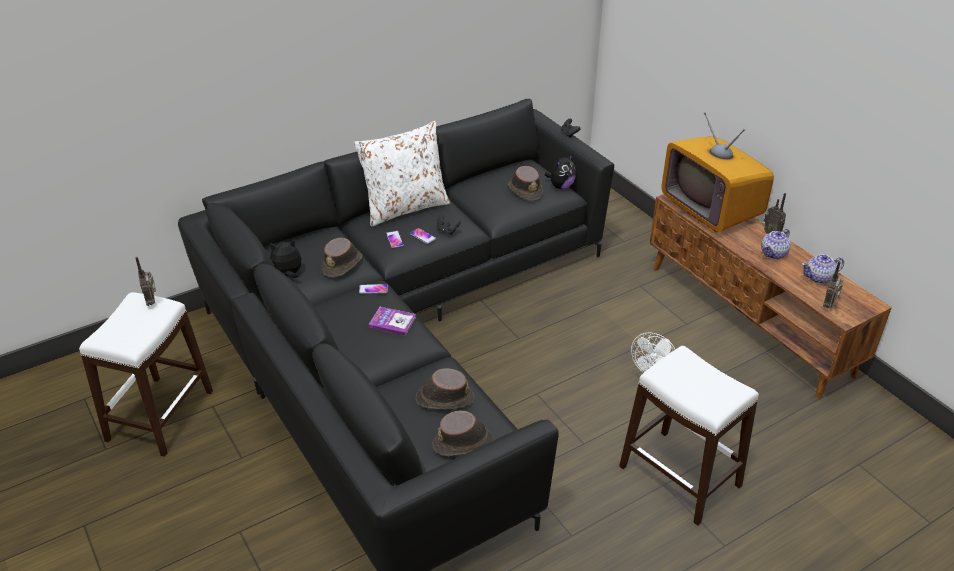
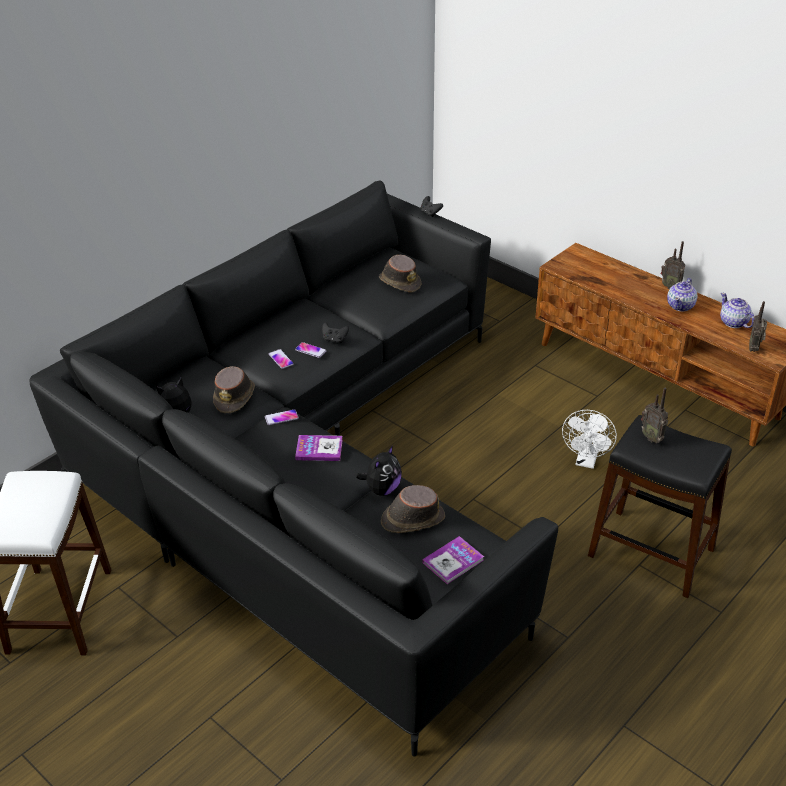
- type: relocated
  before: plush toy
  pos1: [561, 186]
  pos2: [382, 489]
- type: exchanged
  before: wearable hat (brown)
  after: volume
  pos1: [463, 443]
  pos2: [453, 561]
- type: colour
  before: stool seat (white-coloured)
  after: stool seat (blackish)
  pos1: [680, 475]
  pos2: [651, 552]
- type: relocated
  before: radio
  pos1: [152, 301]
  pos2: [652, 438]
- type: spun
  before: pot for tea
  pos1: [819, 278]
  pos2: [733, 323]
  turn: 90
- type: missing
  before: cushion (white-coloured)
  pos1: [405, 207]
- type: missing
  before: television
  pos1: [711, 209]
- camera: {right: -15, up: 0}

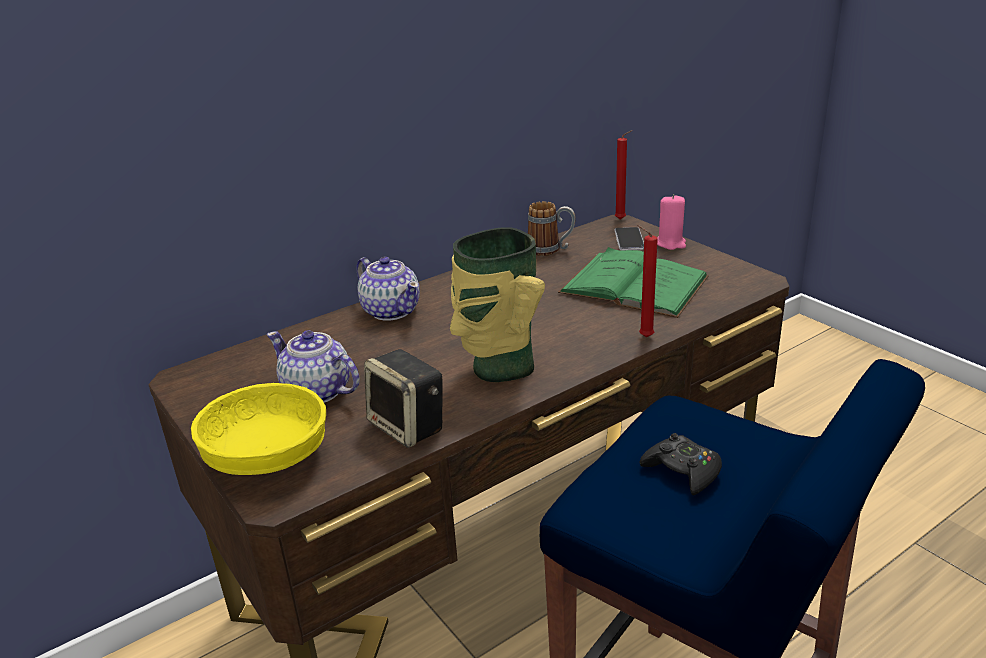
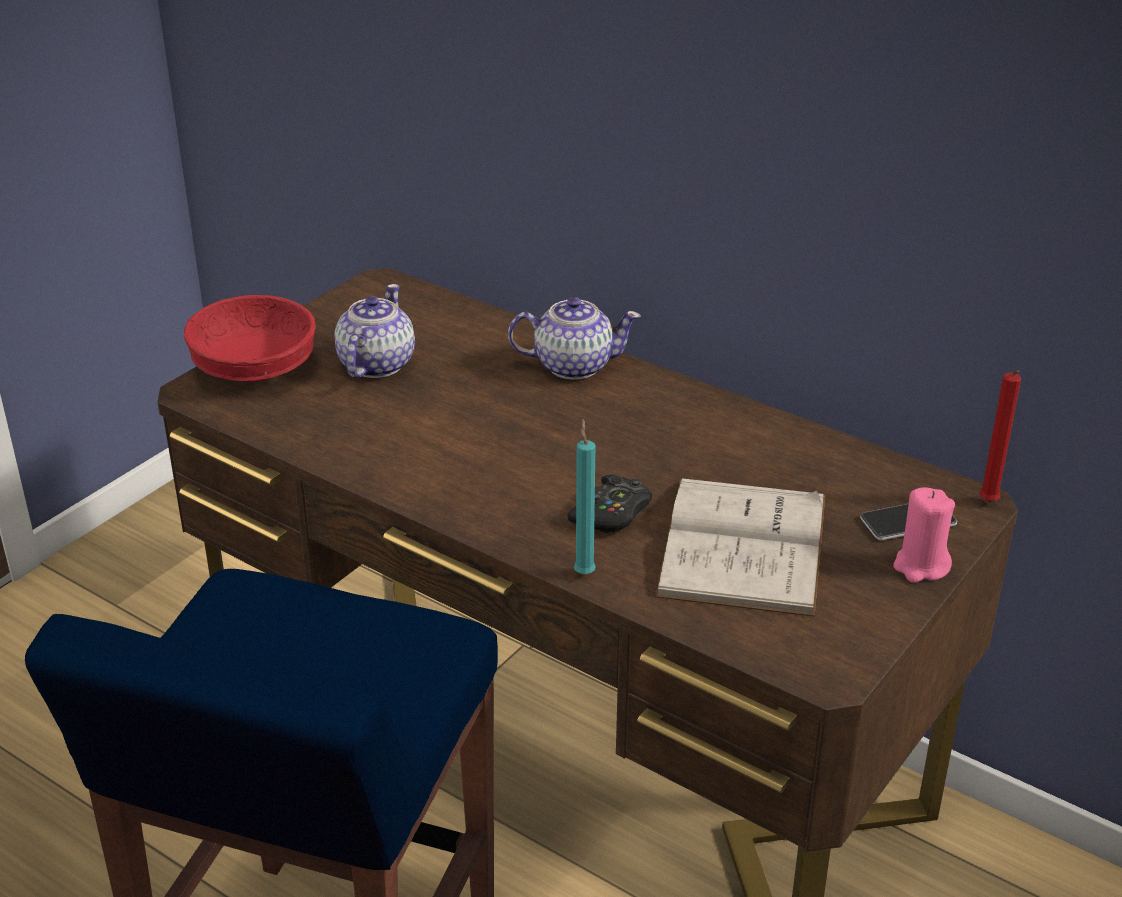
- type: colour
  before: bowl (yellow)
  after: bowl (red-coloured)
  pos1: [267, 459]
  pos2: [253, 370]
- type: spun
  before: pot for tea
  pos1: [391, 310]
  pos2: [572, 365]
  turn: -120
- type: relocated
  before: gamepad (blackish)
  pos1: [682, 471]
  pos2: [612, 513]
- type: colour
  before: candle (red-coloured)
  after: candle (turquoise)
  pos1: [643, 337]
  pos2: [584, 572]
- type: colour
  before: volume (greenish)
  after: volume (white-coloured)
  pos1: [633, 284]
  pos2: [743, 545]
- type: missing
  before: loudspeaker
  pos1: [409, 427]
- type: missing
  before: decorative vase
  pos1: [499, 367]
- type: missing
  before: mug
  pos1: [551, 250]
- camera: {right: 70, up: 5}

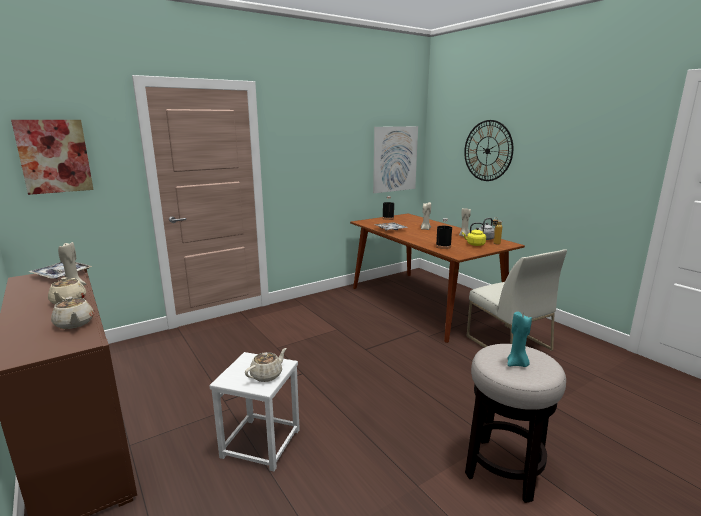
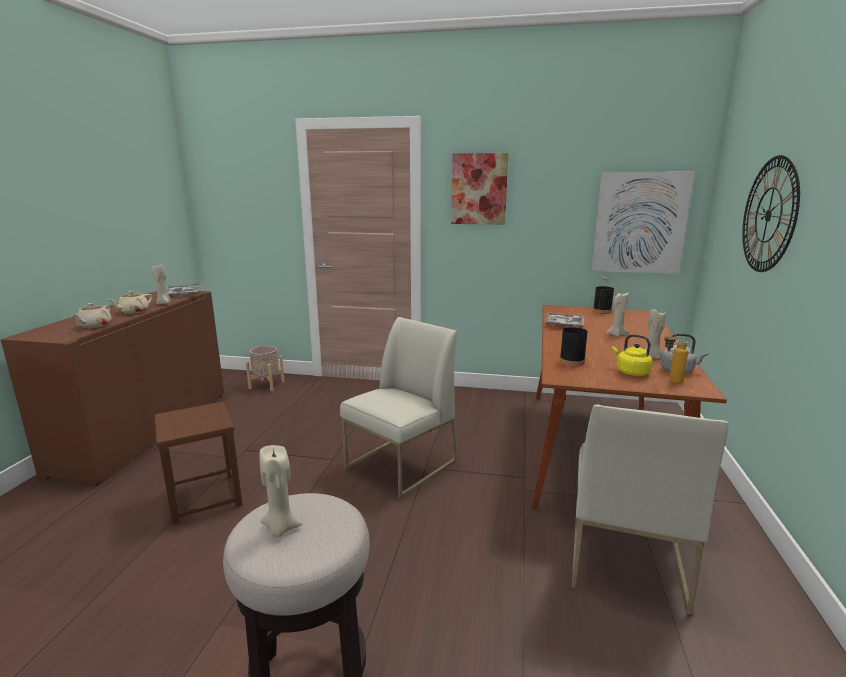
- type: colour
  before: stool seat (white-coloured)
  after: stool seat (brown)
  pos1: [261, 443]
  pos2: [204, 498]
- type: appeared
  after: planter (beige-coloured)
  pos2: [266, 385]
- type: colour
  before: candle (turquoise)
  after: candle (beige-coloured)
  pos1: [517, 364]
  pos2: [280, 528]
- type: appeared
  after: chair (white-coloured)
  pos2: [401, 465]
- type: relocated
  before: wall art
  pos1: [54, 156]
  pos2: [479, 189]
- type: missing
  before: pot for tea (beige-coloured)
  pos1: [267, 375]
- camera: {right: 45, up: 0}

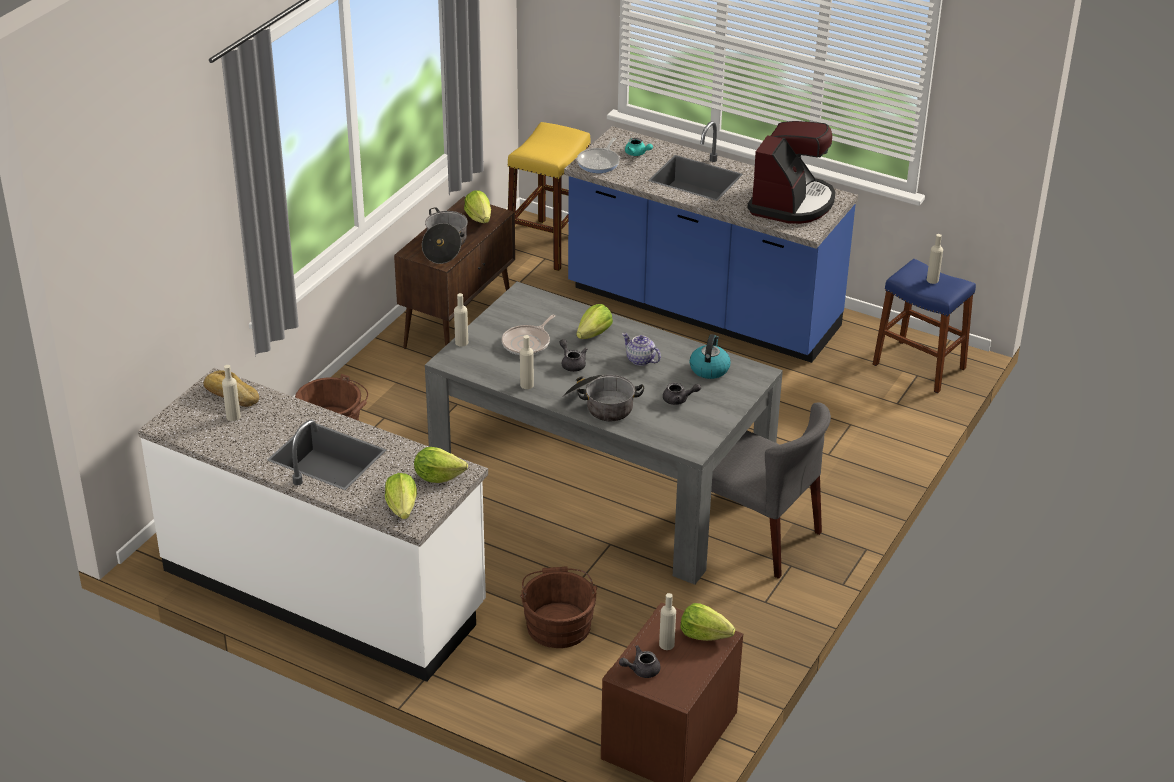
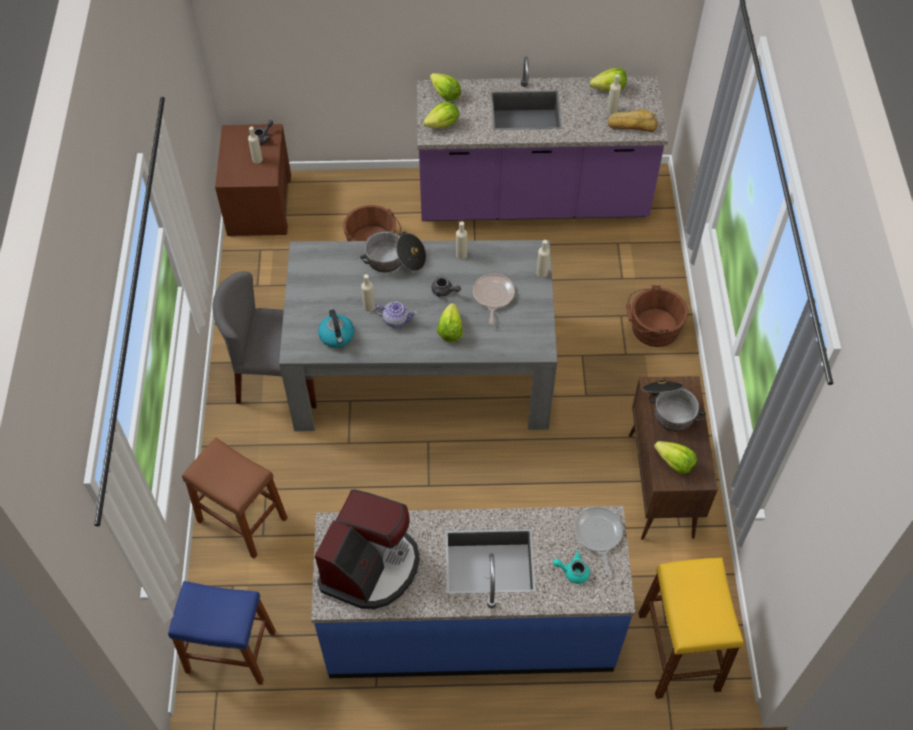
- type: appeared
  after: stool seat (brown)
  pos2: [242, 519]
- type: spun
  before: coffee maker
  pos1: [791, 203]
  pos2: [371, 566]
  turn: -150
- type: relocated
  before: bottle (beige-coloured)
  pos1: [932, 280]
  pos2: [369, 307]
- type: colour
  before: kitchen base unit (white-coloured)
  after: kitchen base unit (purplish)
  pos1: [324, 590]
  pos2: [532, 201]
- type: relocated
  before: head of lettuce
  pos1: [704, 635]
  pos2: [609, 89]
- type: missing
  before: pot for tea (grey)
  pos1: [679, 400]
- camera: {right: 150, up: 20}

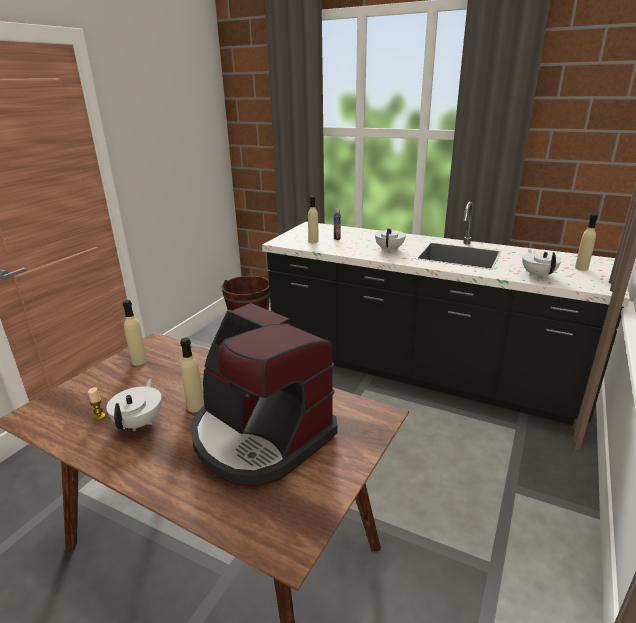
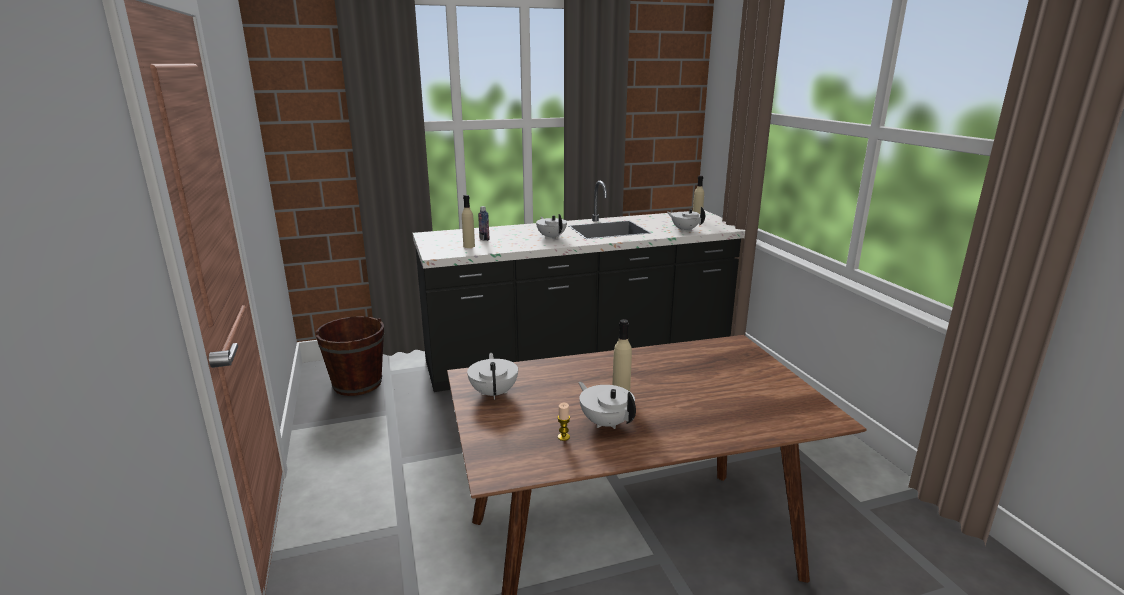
- type: exchanged
  before: bottle (beige-coloured)
  after: pot for tea (white-coloured)
  pos1: [139, 361]
  pos2: [494, 393]
- type: missing
  before: coffee maker
  pos1: [260, 436]
- camera: {right: -45, up: -5}

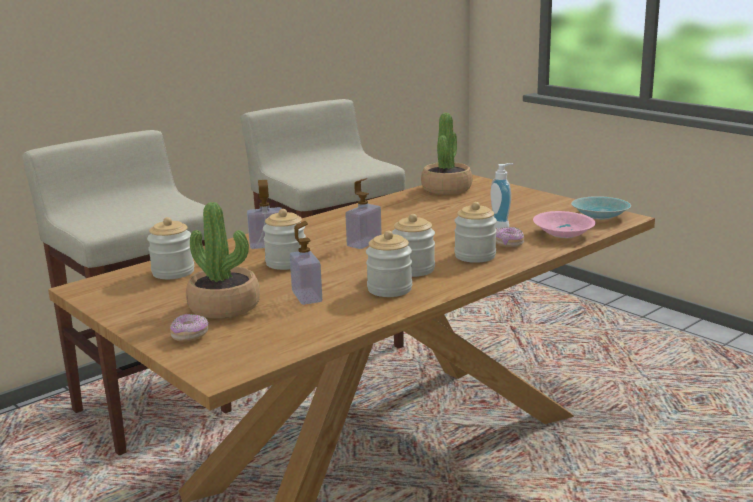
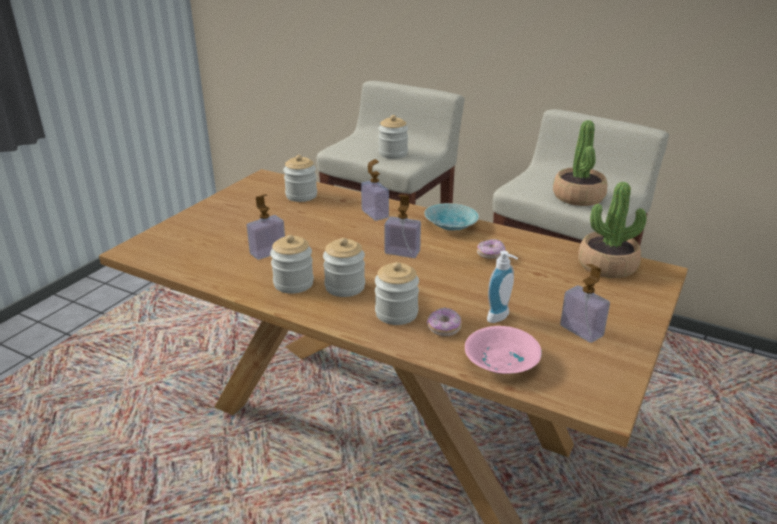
- type: relocated
  before: jar
  pos1: [286, 263]
  pos2: [393, 154]
- type: relocated
  before: bowl (turquoise)
  pos1: [598, 216]
  pos2: [450, 224]
- type: relocated
  before: ring doughnut
  pos1: [190, 336]
  pos2: [490, 255]
- type: relocated
  before: plant in a pot
  pos1: [224, 306]
  pos2: [578, 197]
- type: appeared
  after: soap dispenser
  pos2: [581, 330]
- camera: {right: 70, up: 10}

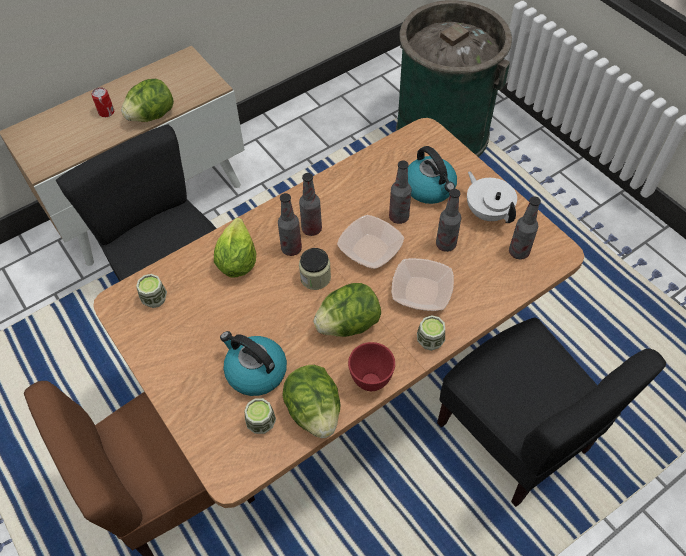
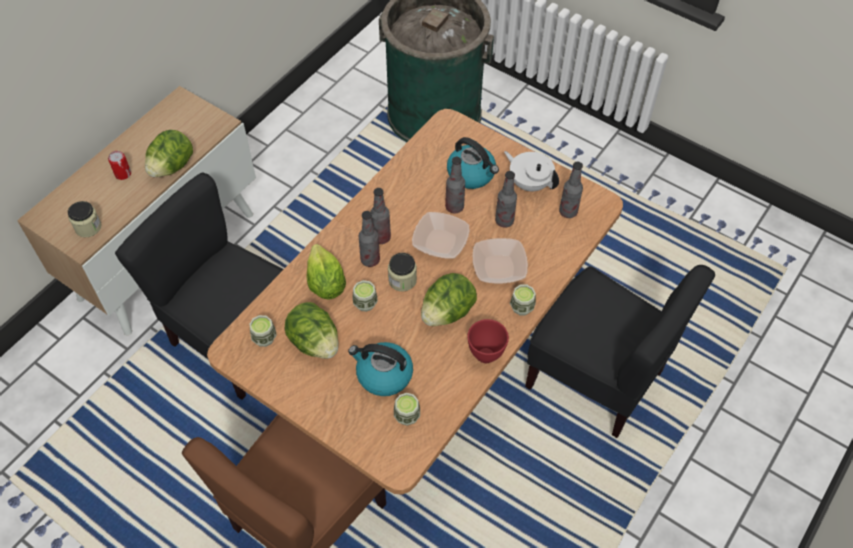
- type: appeared
  after: jar
  pos2: [88, 227]
- type: relocated
  before: head of lettuce
  pos1: [314, 411]
  pos2: [314, 342]
- type: appeared
  after: drinking cup
  pos2: [365, 303]
- camera: {right: -20, up: 0}

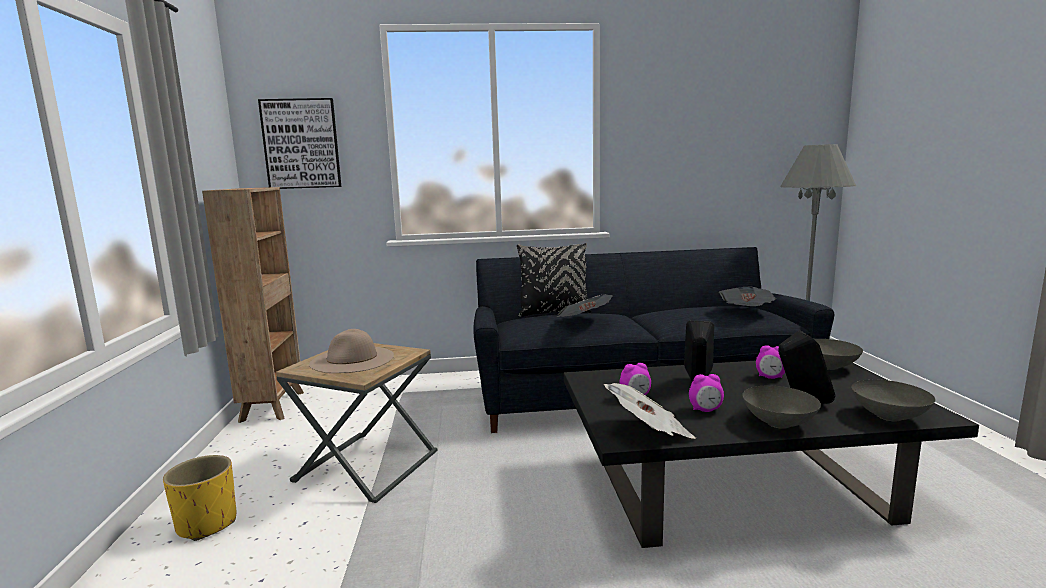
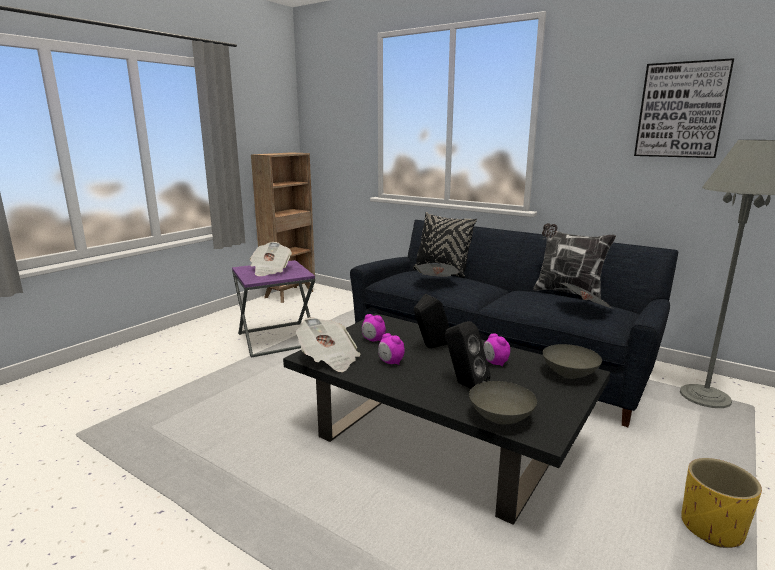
- type: colour
  before: end table (brown)
  after: end table (purplish)
  pos1: [367, 466]
  pos2: [277, 339]
- type: exchanged
  before: wearable hat (beige-coloured)
  after: newspaper
  pos1: [352, 359]
  pos2: [270, 270]
- type: appeared
  after: cushion
  pos2: [567, 293]
- type: relocated
  before: wall art
  pos1: [301, 144]
  pos2: [681, 110]
- type: relocated
  before: planter (yellow)
  pos1: [207, 524]
  pos2: [712, 528]
- type: missing
  before: bowl (grey)
  pos1: [779, 423]
- camera: {right: 40, up: 5}

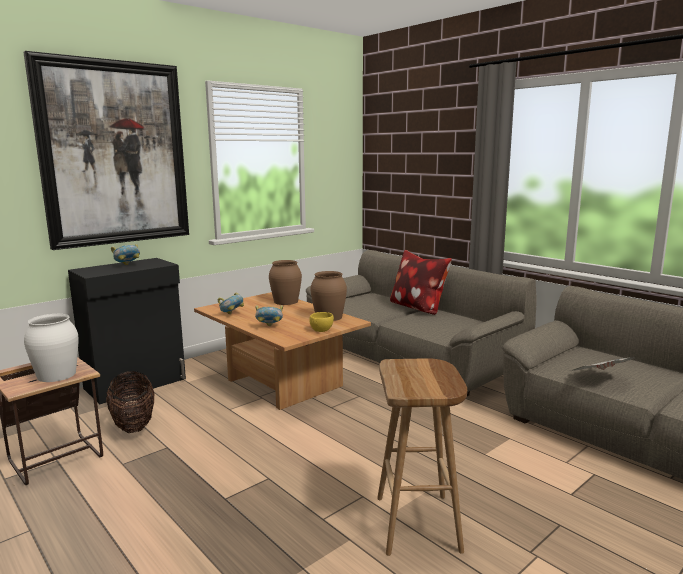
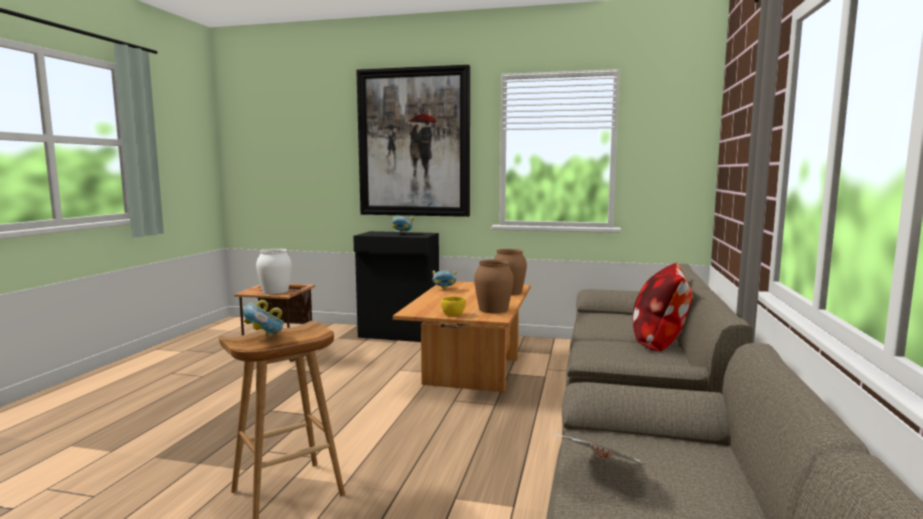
- type: relocated
  before: bowl
  pos1: [269, 327]
  pos2: [265, 337]
- type: missing
  before: basket
  pos1: [133, 424]
- camera: {right: 55, up: -5}

